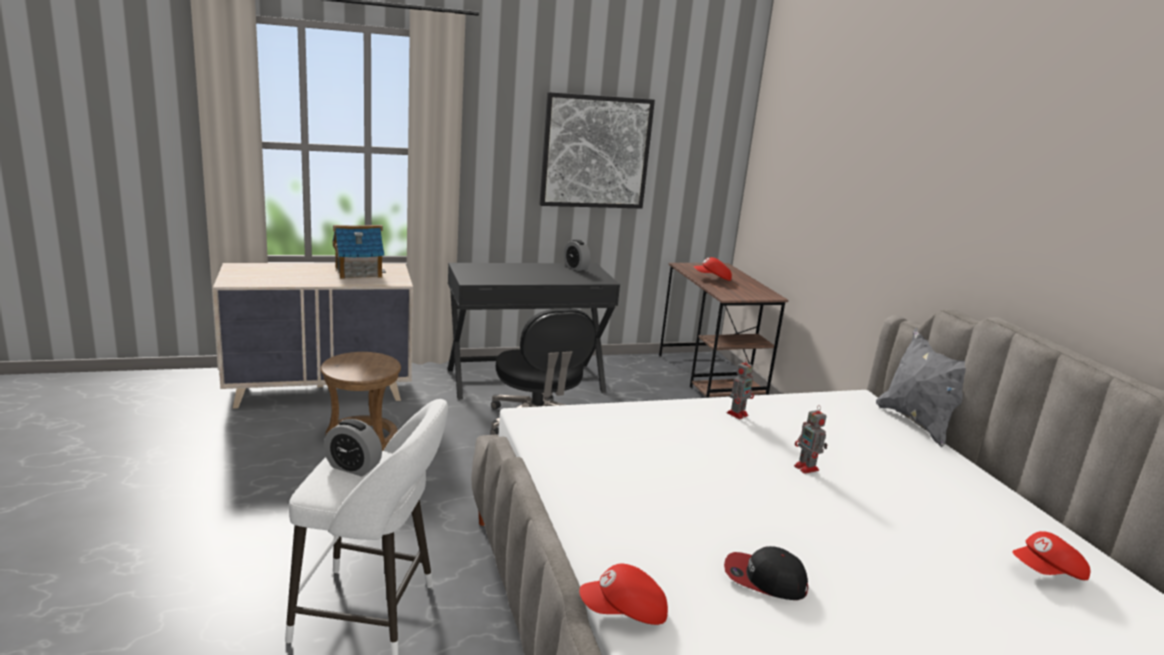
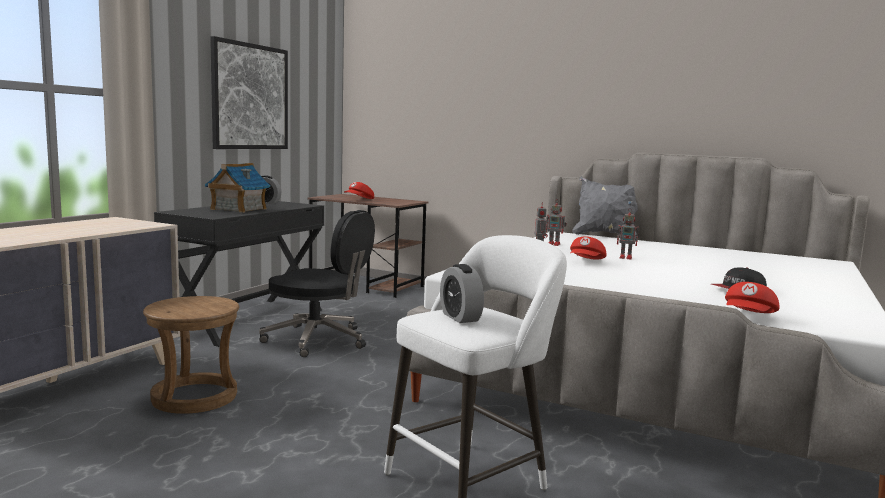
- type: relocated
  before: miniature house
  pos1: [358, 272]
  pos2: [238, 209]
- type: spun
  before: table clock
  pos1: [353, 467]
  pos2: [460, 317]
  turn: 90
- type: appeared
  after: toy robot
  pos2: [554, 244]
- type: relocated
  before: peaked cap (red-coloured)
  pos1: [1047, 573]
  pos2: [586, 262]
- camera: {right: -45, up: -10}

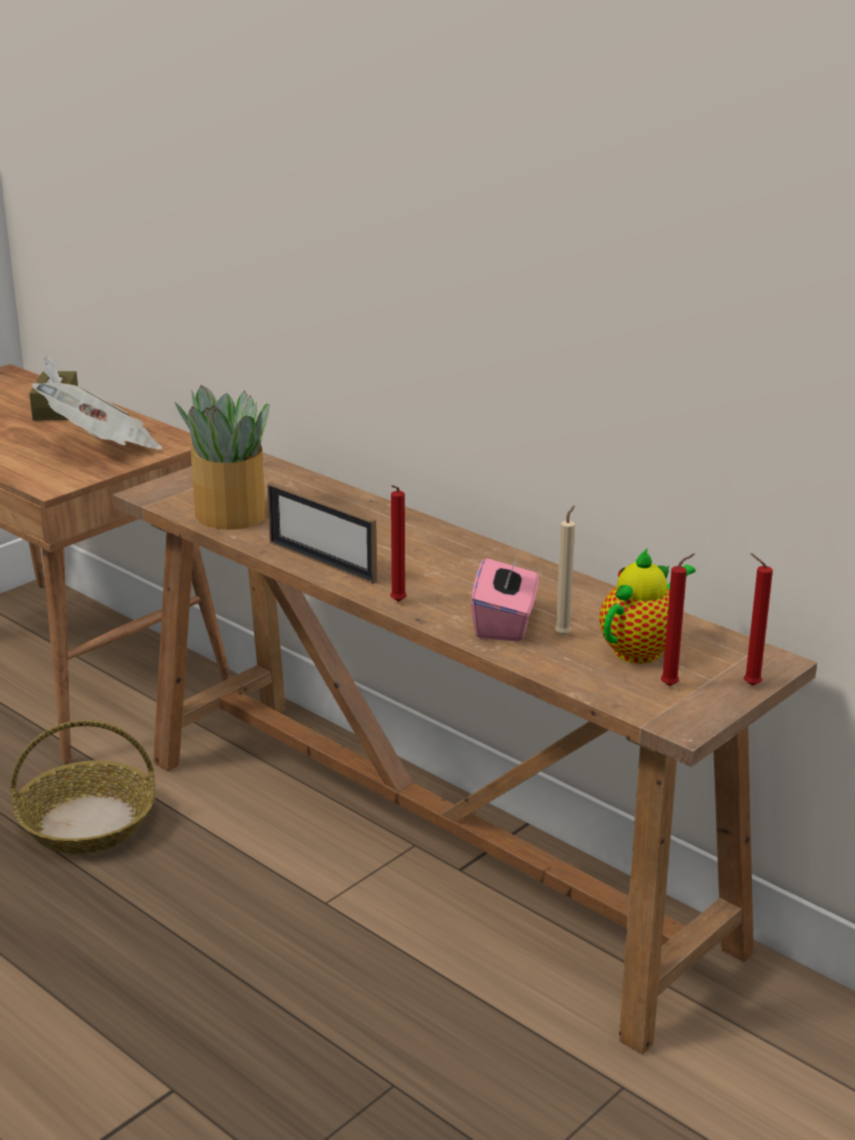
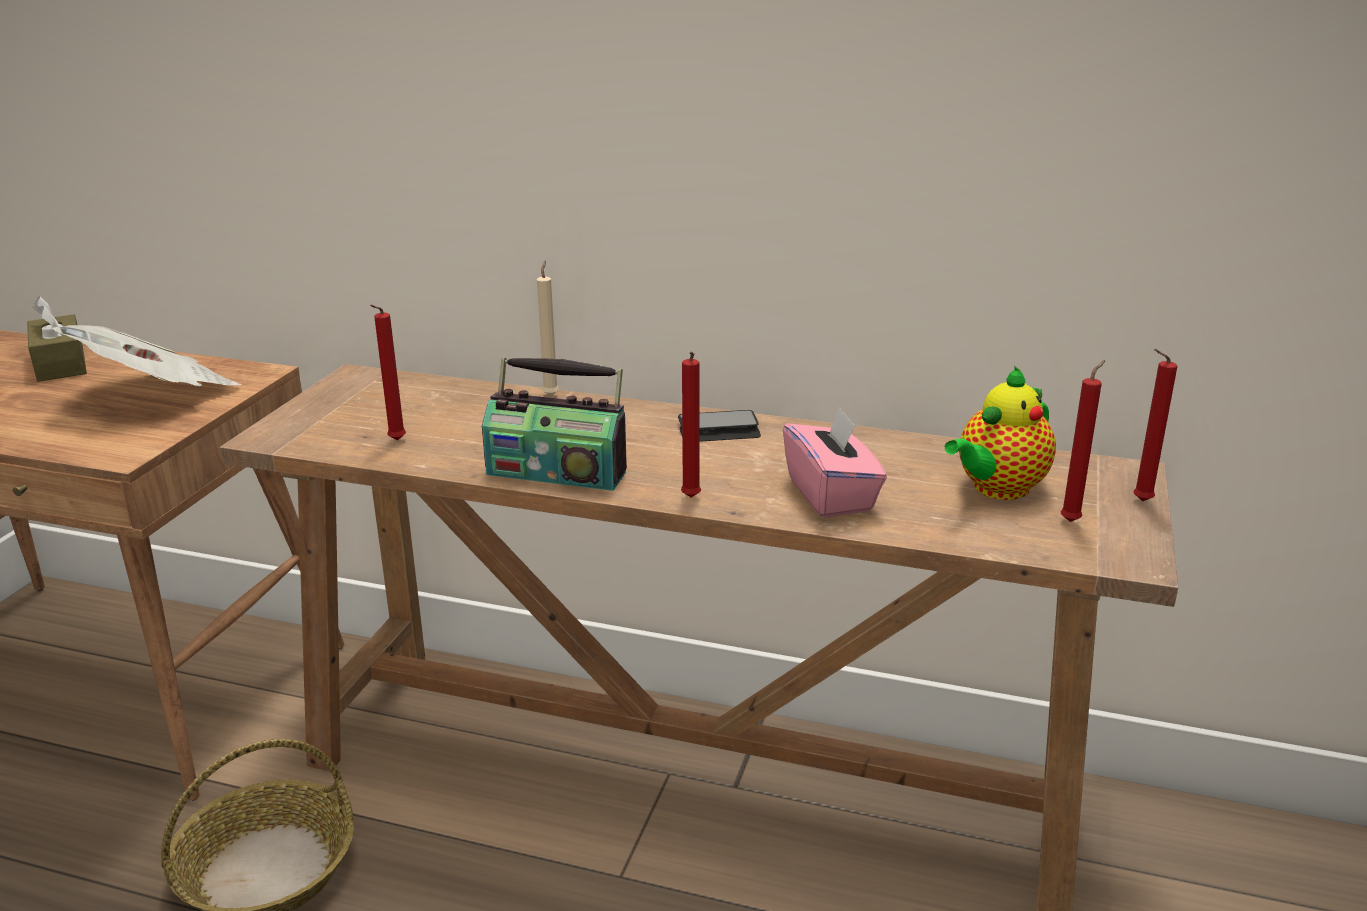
- type: exchanged
  before: plant in a pot
  after: candle (red-coloured)
  pos1: [230, 515]
  pos2: [395, 441]
- type: exchanged
  before: standing frame
  after: radio
  pos1: [322, 562]
  pos2: [557, 472]
- type: relocated
  before: candle (beige-coloured)
  pos1: [564, 634]
  pos2: [551, 395]
- type: appeared
  after: handset
  pos2: [718, 429]
- type: spun
  before: pot for tea
  pos1: [642, 649]
  pos2: [997, 489]
  turn: -150
- camera: {right: -25, up: 0}

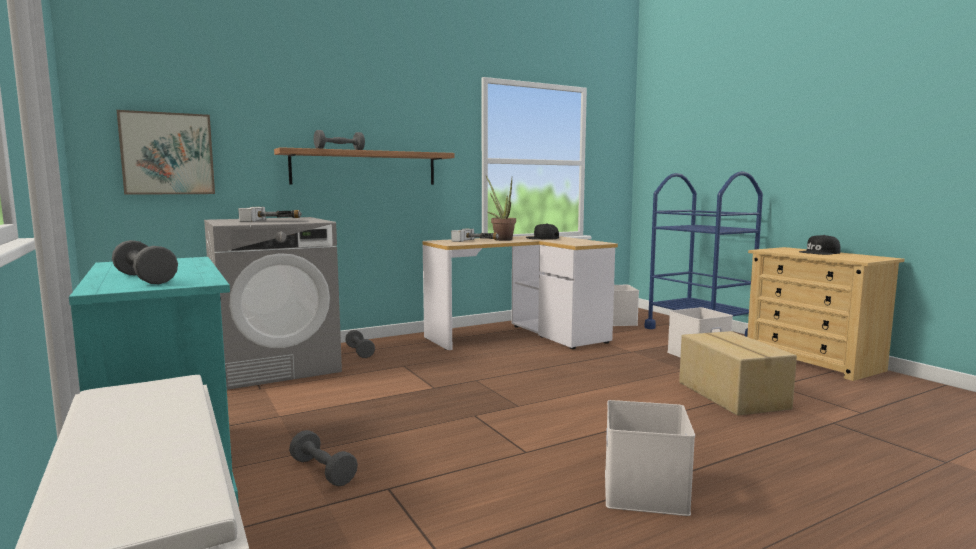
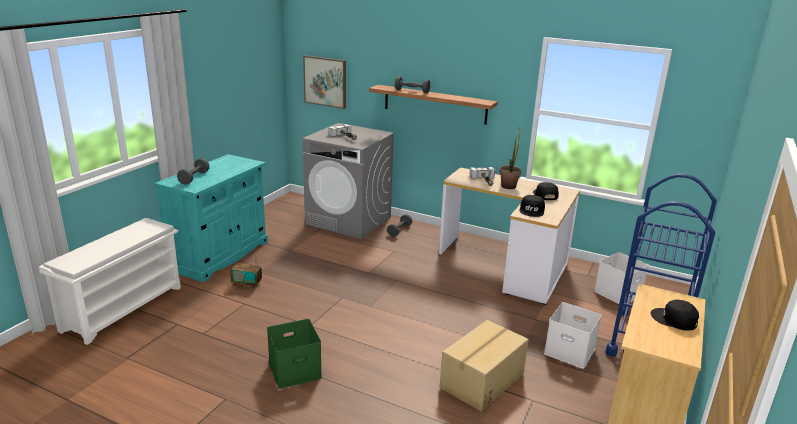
- type: exchanged
  before: hand weight (grey)
  after: radio
  pos1: [323, 471]
  pos2: [247, 284]
- type: colour
  before: storage bin (white-coloured)
  after: storage bin (greenish)
  pos1: [642, 490]
  pos2: [295, 369]
- type: appeared
  after: peaked cap (blackish)
  pos2: [532, 210]
- camera: {right: 55, up: 15}

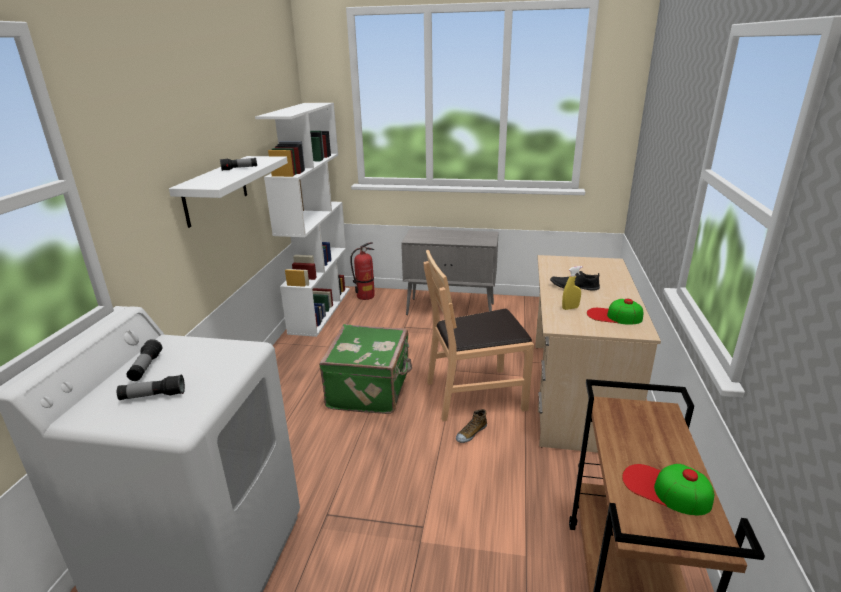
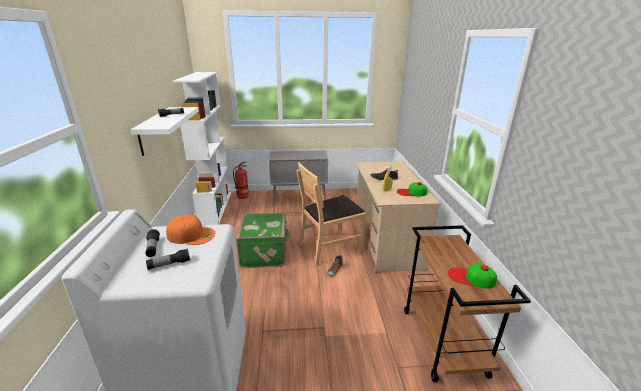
- type: appeared
  after: peaked cap (orange-coloured)
  pos2: [192, 235]
- camera: {right: -15, up: 0}

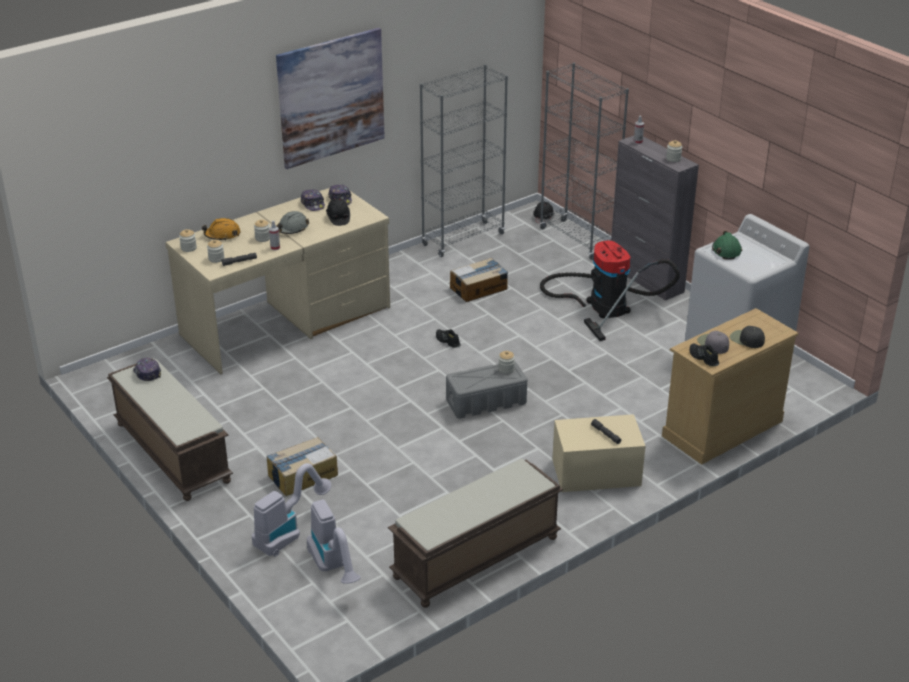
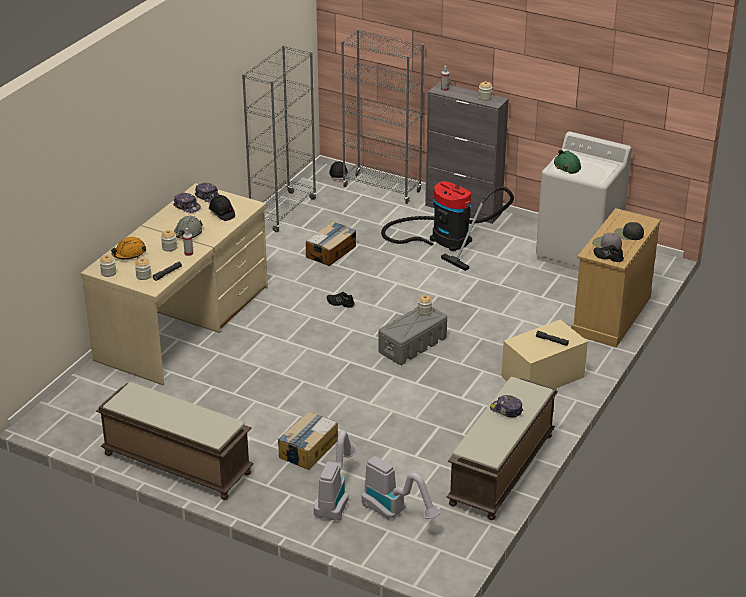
- type: relocated
  before: peaked cap
  pos1: [147, 373]
  pos2: [506, 410]
- type: missing
  before: wall art
  pos1: [331, 97]
- camera: {right: -25, up: 0}

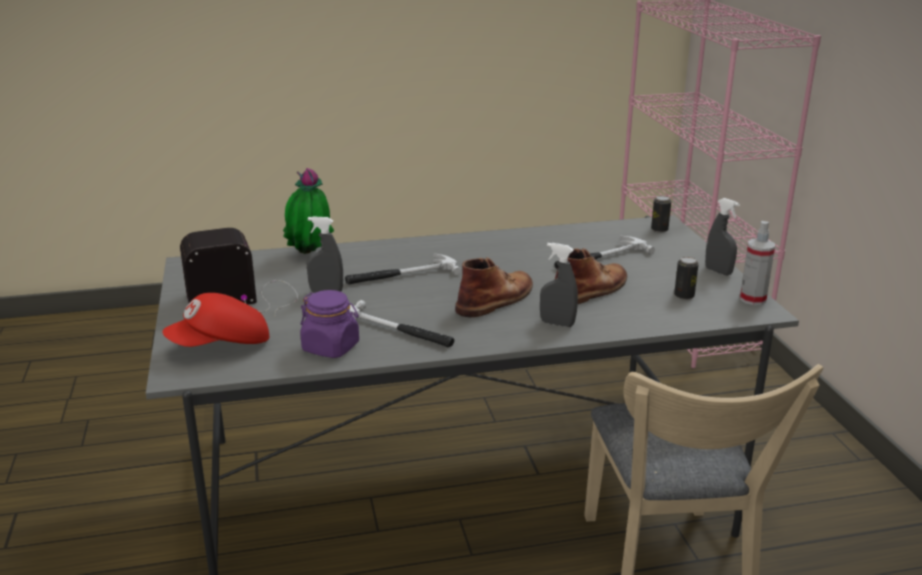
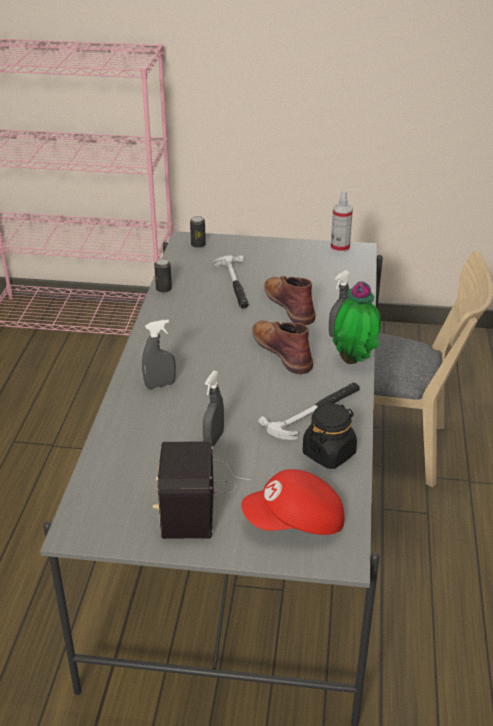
- type: relocated
  before: spray bottle (grey)
  pos1: [718, 271]
  pos2: [160, 385]
- type: relocated
  before: can
  pos1: [684, 296]
  pos2: [163, 289]
- type: spun
  before: peaked cap (red-coloured)
  pos1: [221, 345]
  pos2: [295, 522]
  turn: 90
- type: colour
  before: jar (purplish)
  after: jar (blackish)
  pos1: [331, 347]
  pos2: [329, 453]
- type: relocated
  before: plant in a pot
  pos1: [309, 254]
  pos2: [354, 360]
- type: missing
  before: hammer
  pos1: [401, 275]
- camera: {right: -70, up: 10}

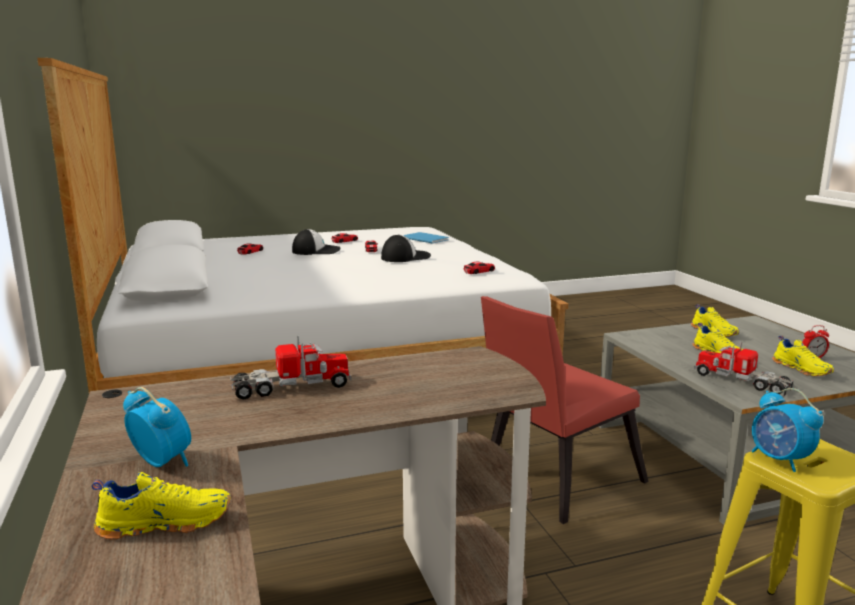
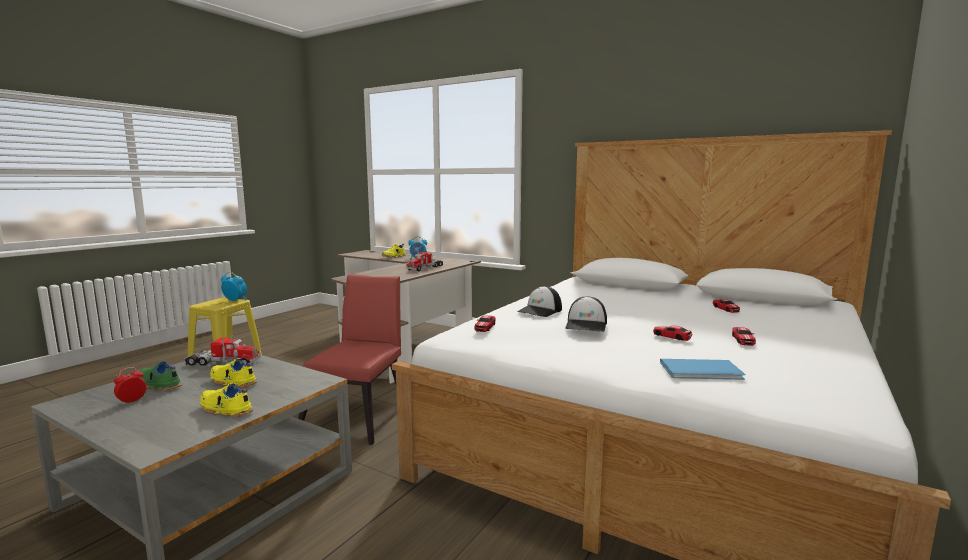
- type: colour
  before: item of footwear (yellow)
  after: item of footwear (greenish)
  pos1: [802, 369]
  pos2: [158, 385]
- type: relocated
  before: peaked cap
  pos1: [316, 251]
  pos2: [540, 311]
- camera: {right: 140, up: -5}

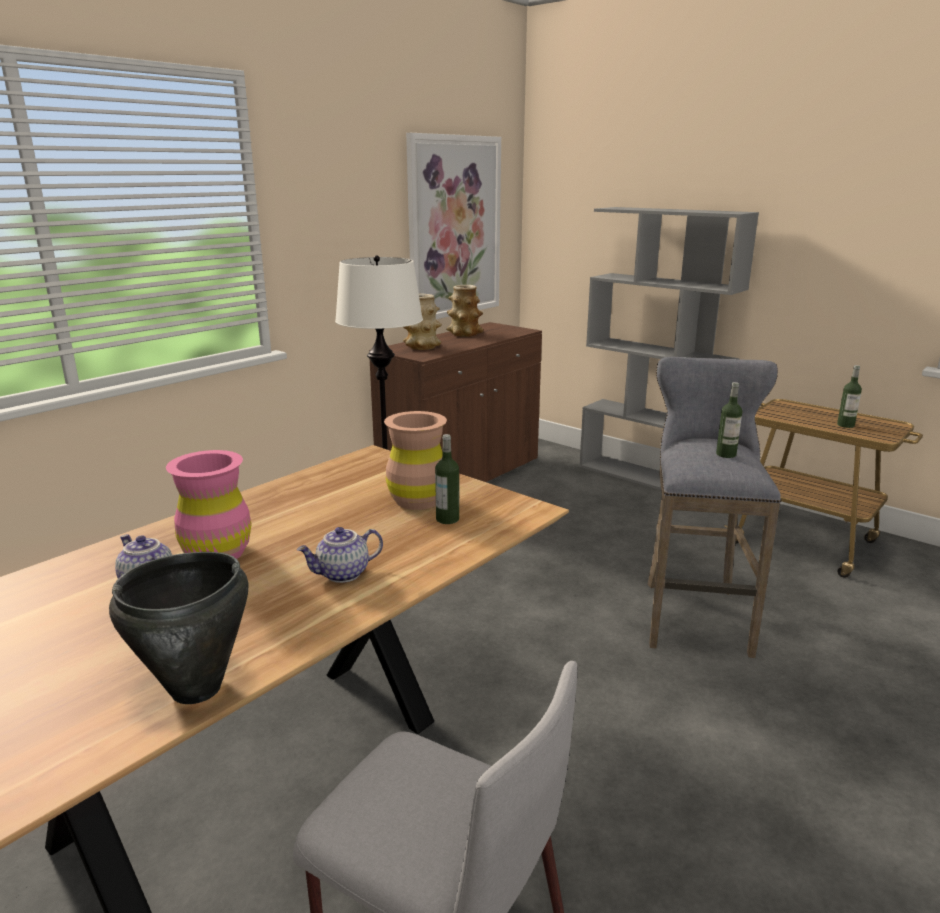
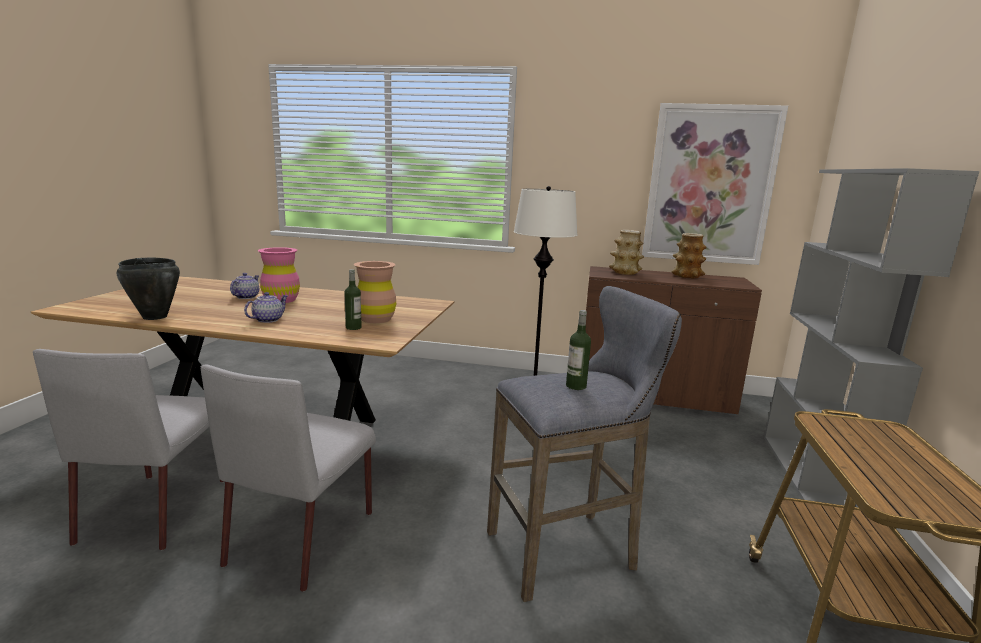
- type: appeared
  after: chair (grey)
  pos2: [303, 536]
- type: spun
  before: pot for tea
  pos1: [343, 574]
  pos2: [268, 320]
  turn: 90
- type: missing
  before: bottle
  pos1: [845, 425]
- camera: {right: 60, up: -5}

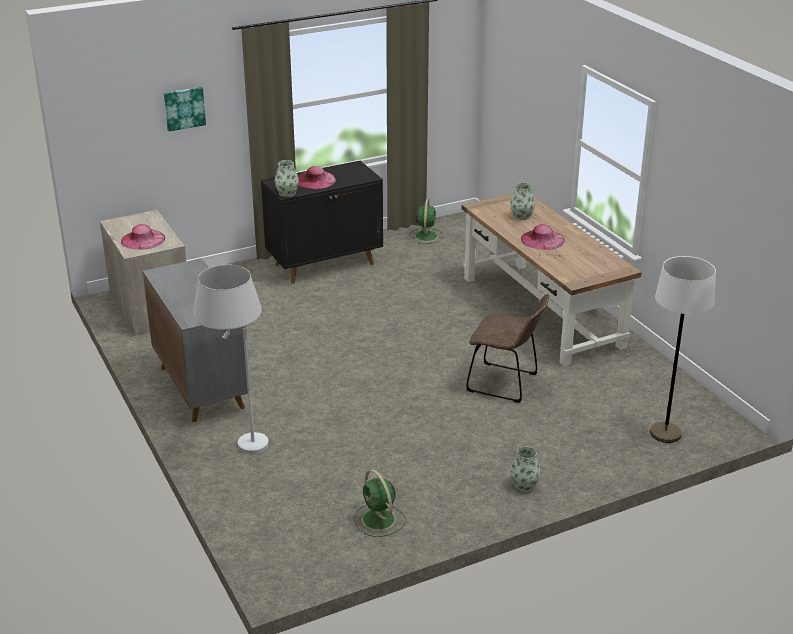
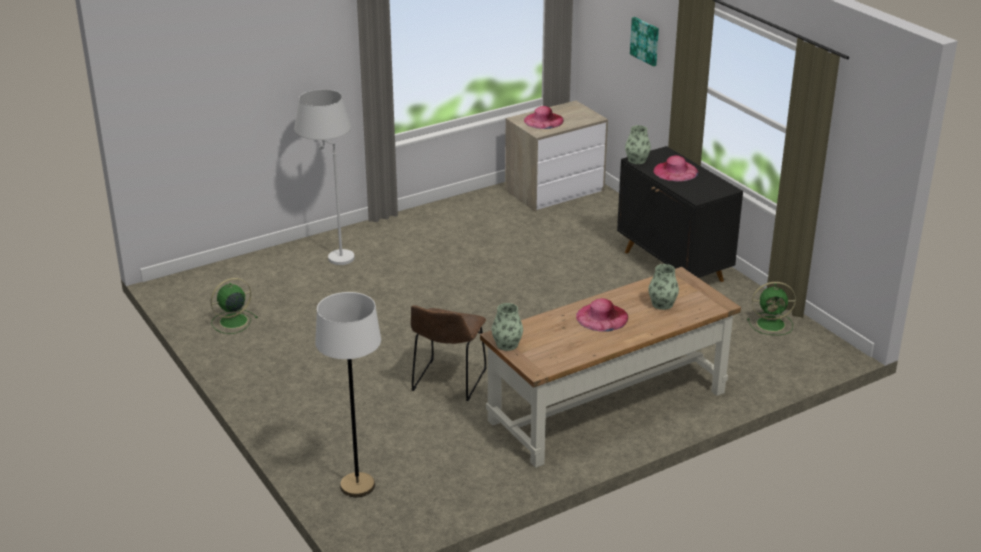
- type: relocated
  before: decorative vase
  pos1: [524, 485]
  pos2: [507, 344]
- type: missing
  before: cupboard (grey)
  pos1: [201, 387]
- camera: {right: 85, up: 0}

